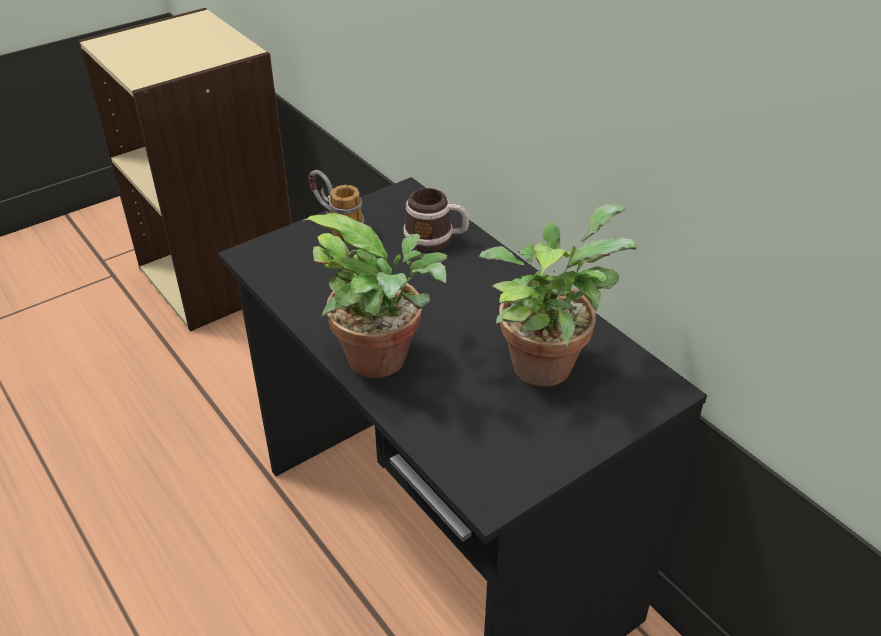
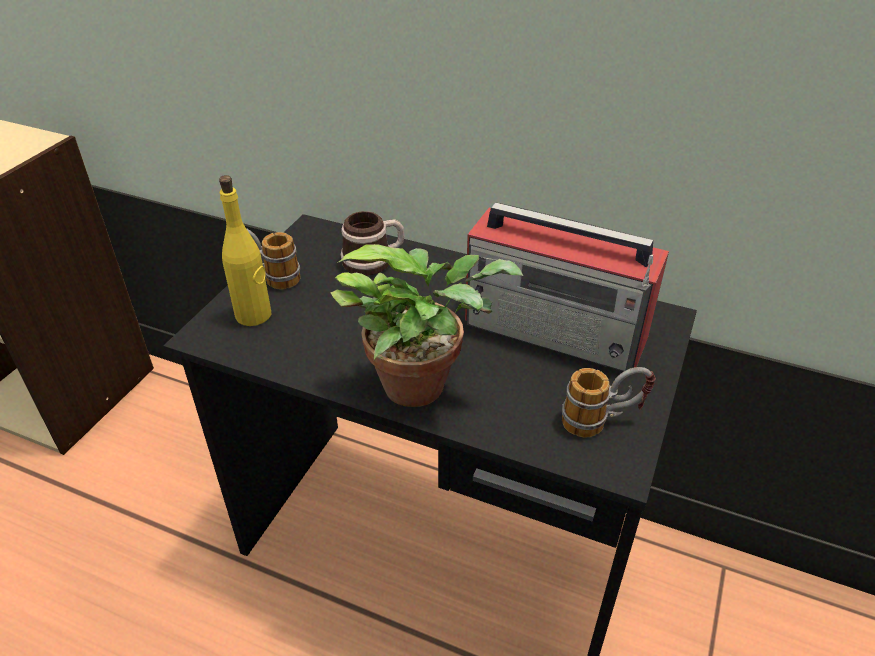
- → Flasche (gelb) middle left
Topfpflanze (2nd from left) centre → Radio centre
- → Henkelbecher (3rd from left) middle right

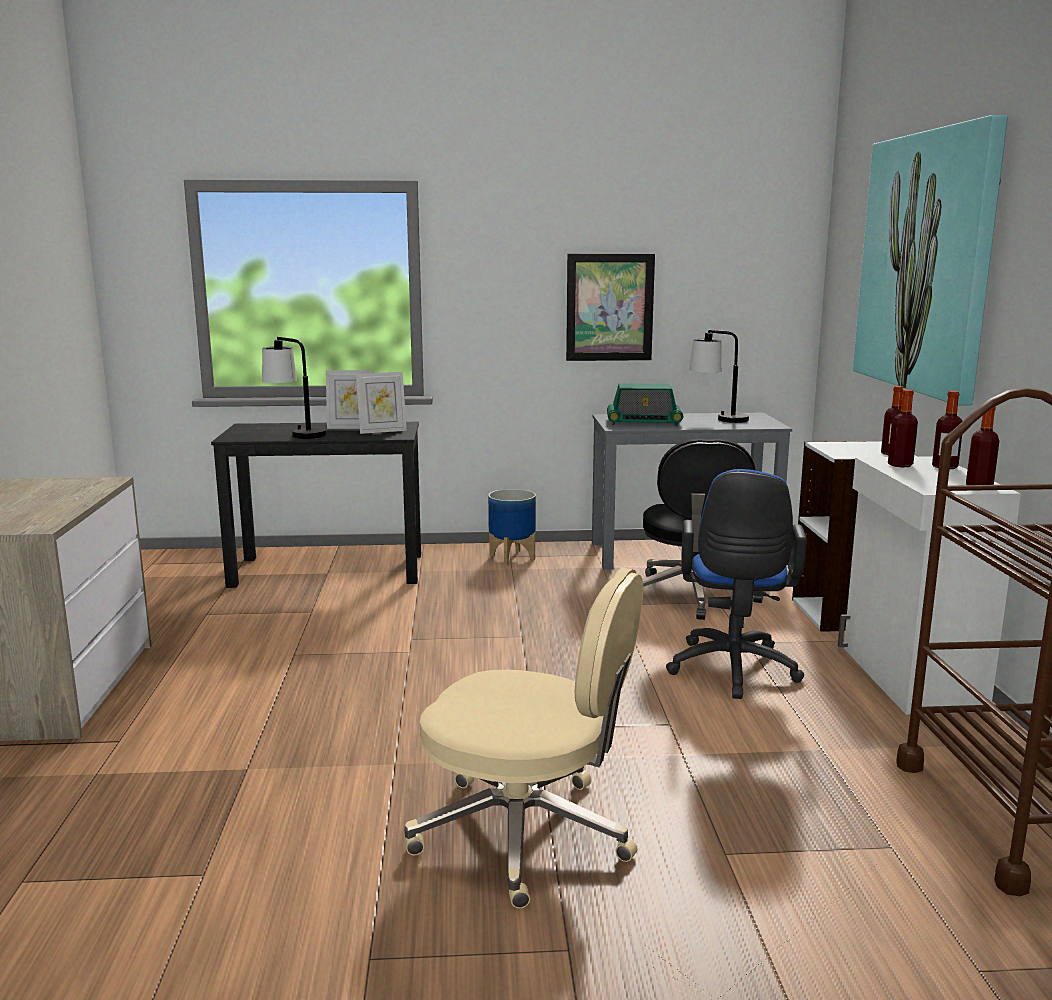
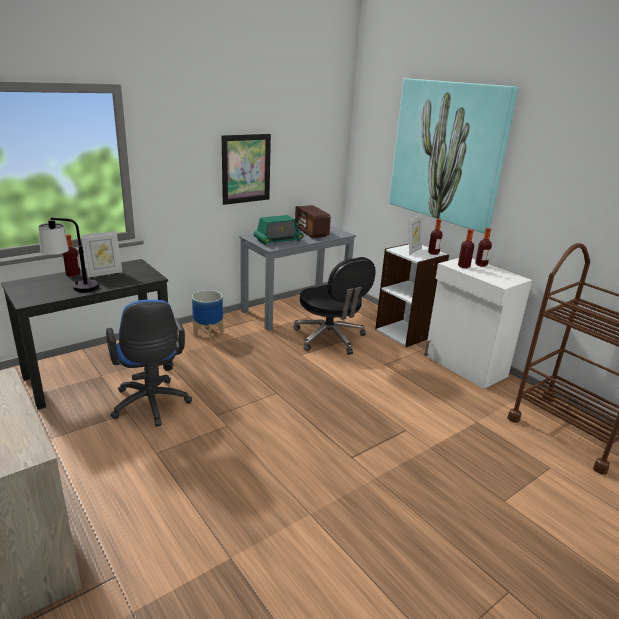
Flasche (4th from left in the first image) middle right → Flasche (1st from left) middle left, move
Bürostuhl (blau) middle right → Bürostuhl (blau) middle left, move
Tischlampe (2nd from left) middle right → Radio (2nd from left) centre
Bilderrahmen (2nd from left) centre → Bilderrahmen (2nd from left) middle right, move
Bürostuhl (beige) bottom centre → -

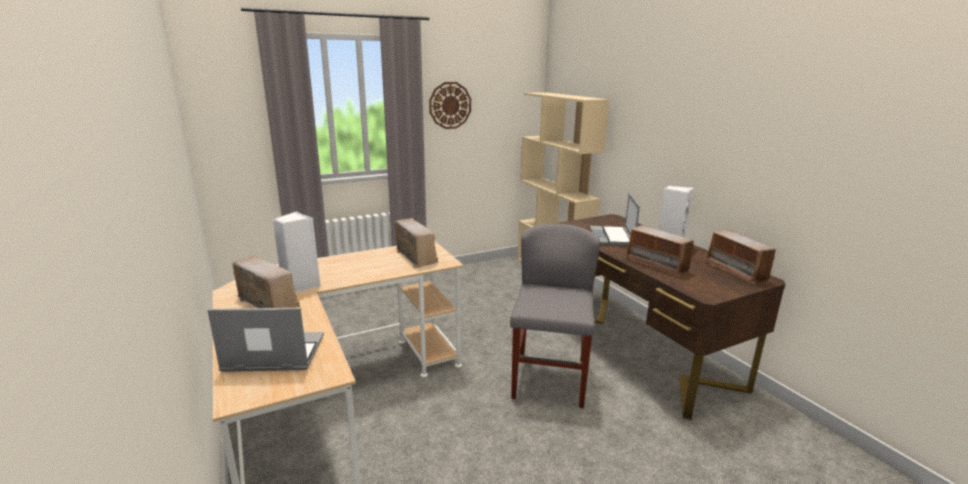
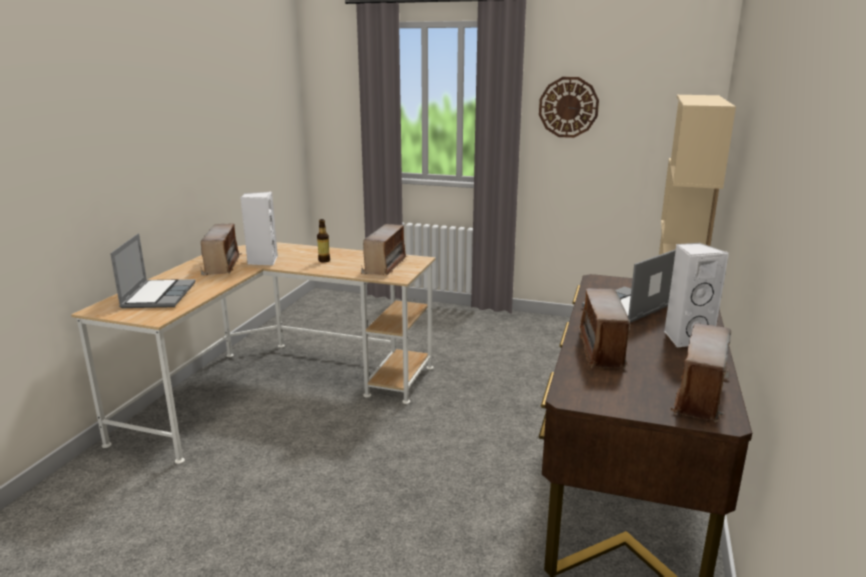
Laptop (1st from left) bottom left → Laptop (1st from left) middle left, 45 degrees clockwise
- → Flasche centre
Stuhl (grau) centre → -

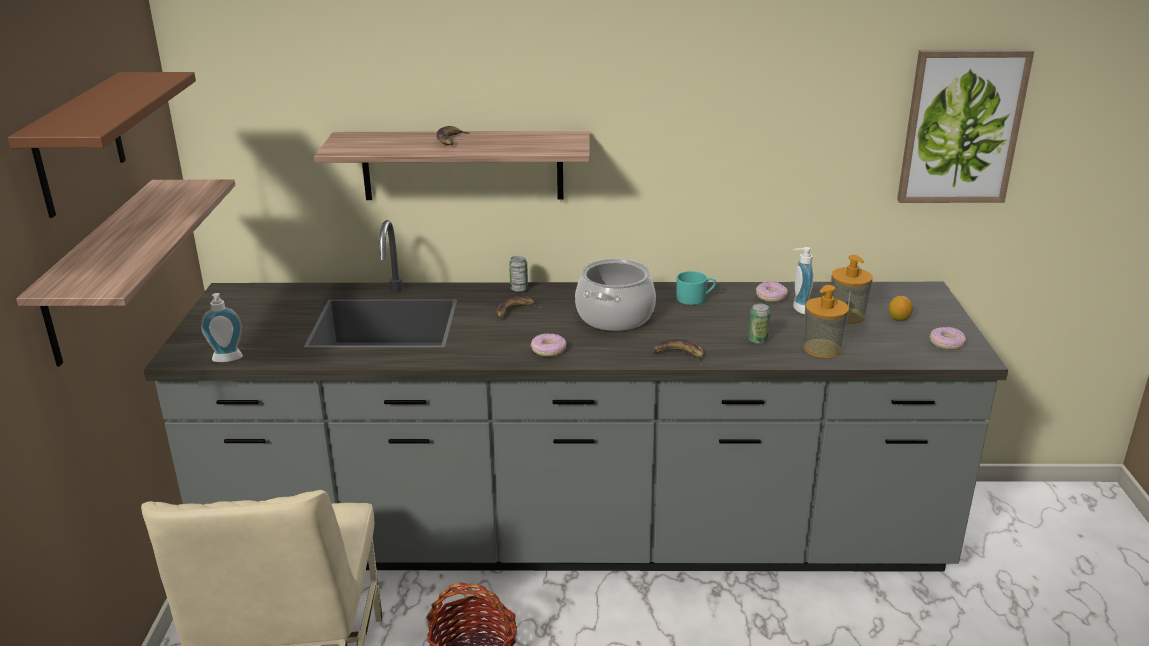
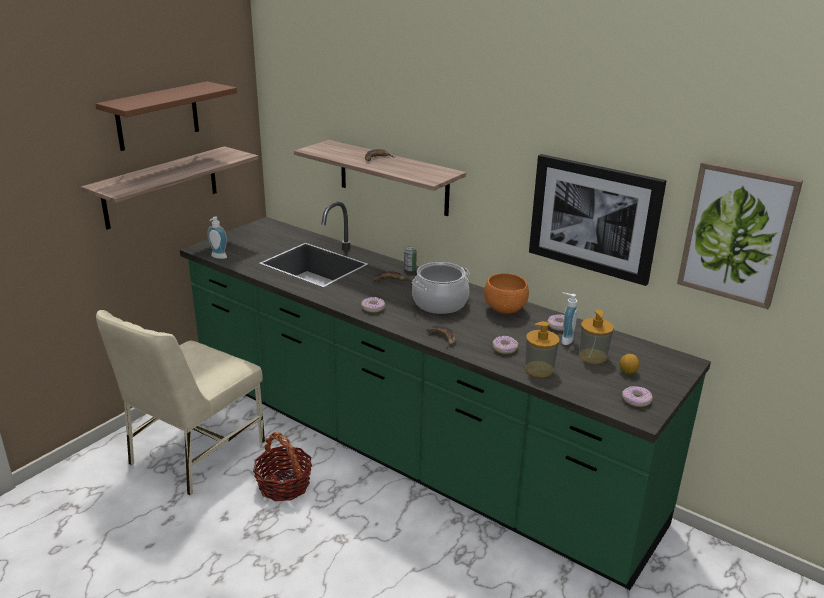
Küchenzeile (grau) centre → Küchenzeile (grün) centre
Henkelbecher (türkis) centre → Schüssel (orange) centre
Dose (2nd from left) centre → Donut (2nd from left) centre
- → Bild (1st from left) middle right

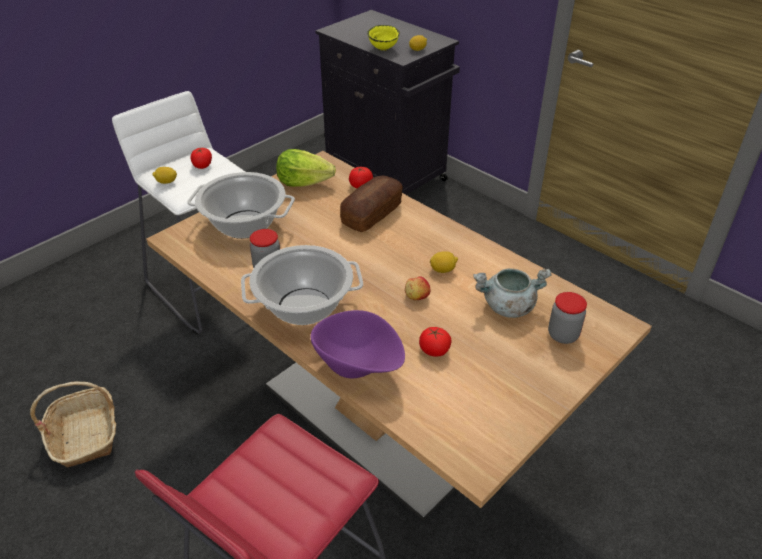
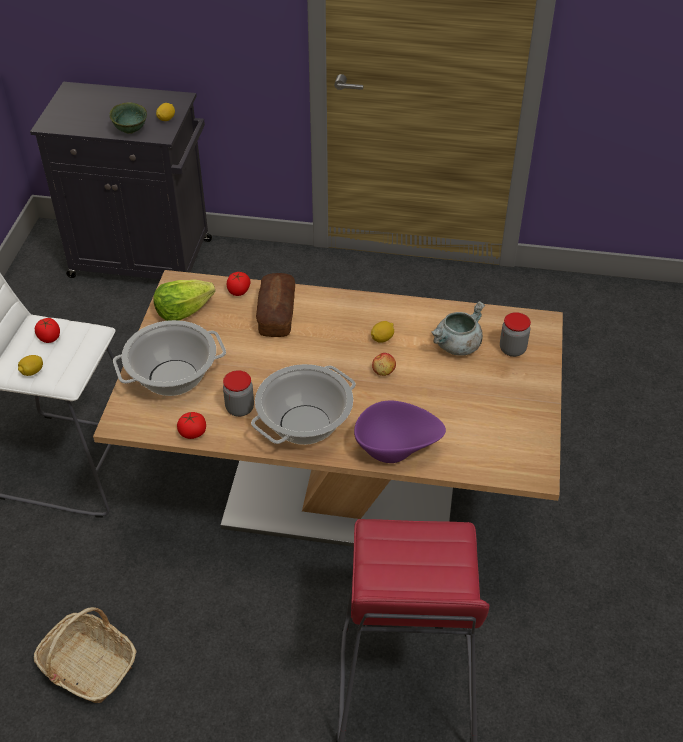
Schüssel (gelb) top centre → Schüssel (grün) top left
Tomate (3rd from left in the first image) centre → Tomate (2nd from left) middle left, move

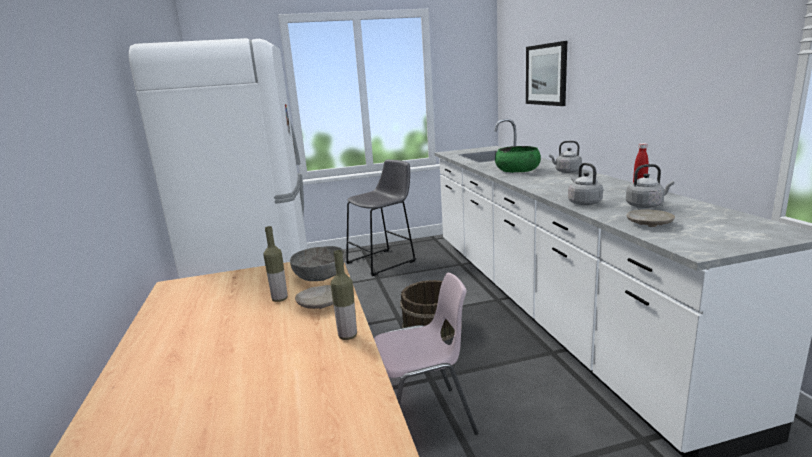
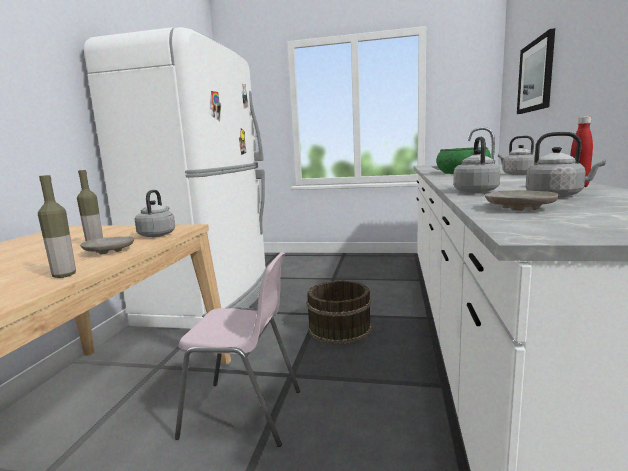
Schüssel (grau) centre → Wasserkessel (grau) (1st from left) middle left
Hocker (grau) centre → -

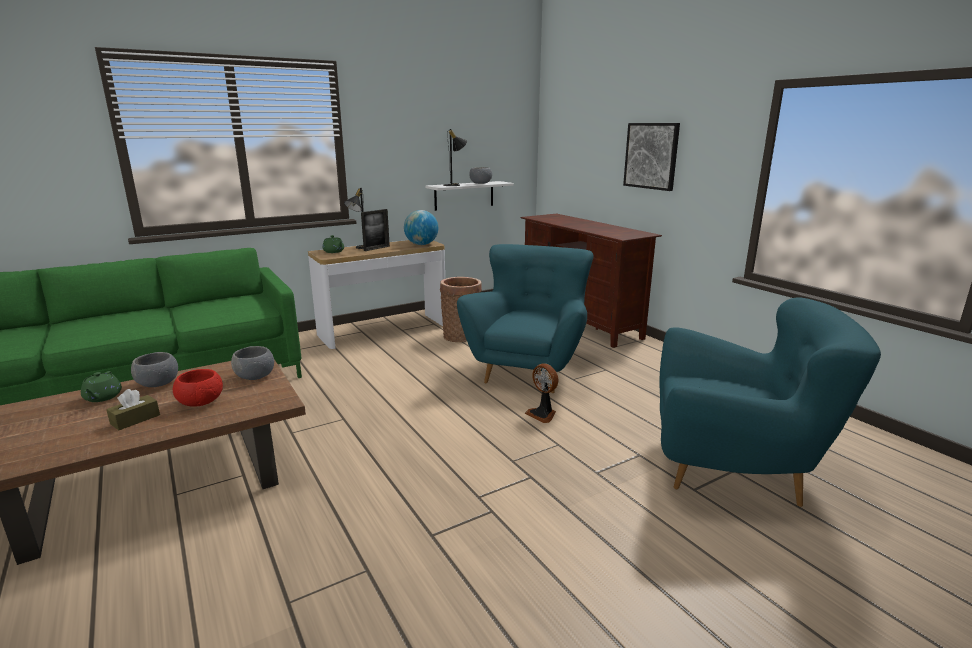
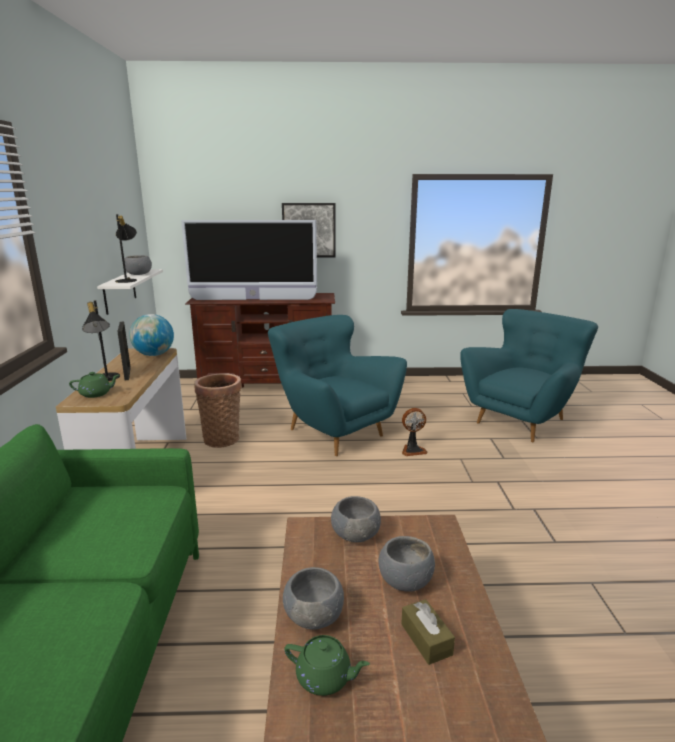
- → Fernseher centre
Schüssel (rot) middle left → Schüssel (grau) (4th from left) bottom centre

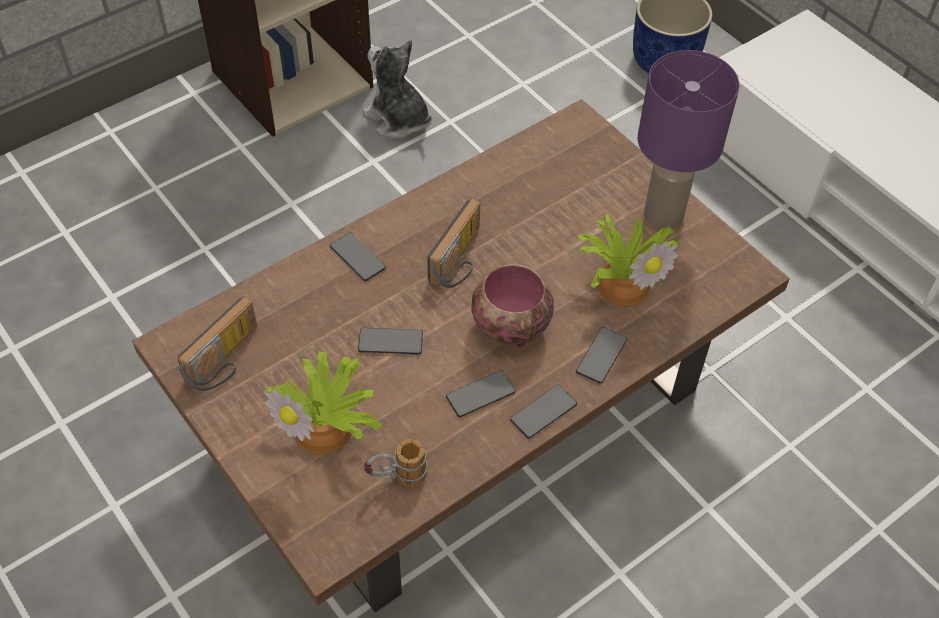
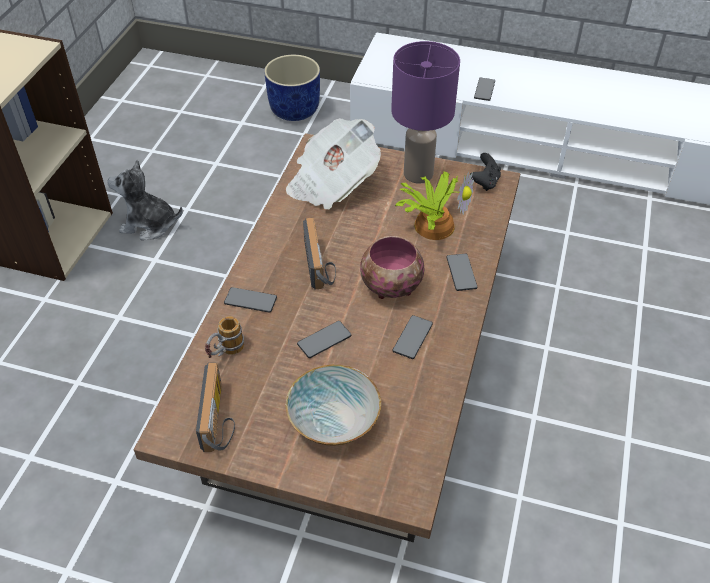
Henkelbecher bottom centre → Henkelbecher middle left, move
Topfpflanze (1st from left) centre → Schüssel (1st from left) bottom centre
- → Zeitung top centre
- → Gamepad (schwarz) top right
Handy (4th from left in the first image) bottom centre → Handy (5th from left) top right, move

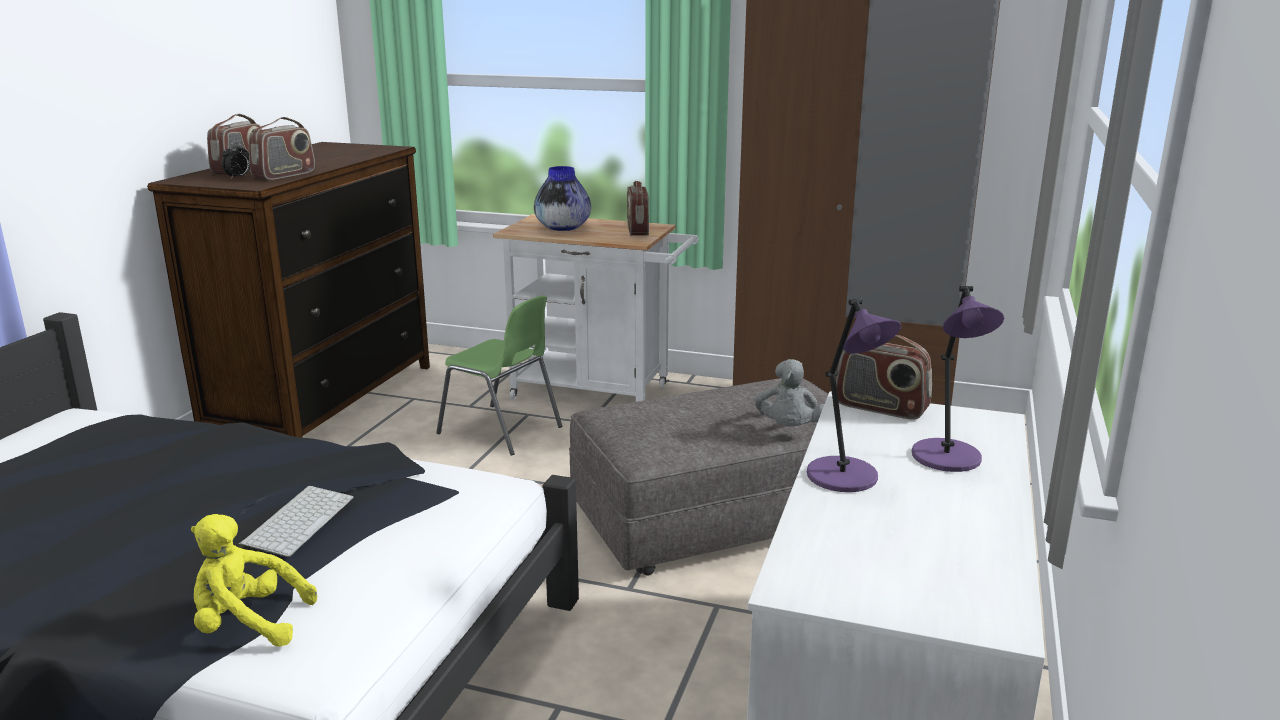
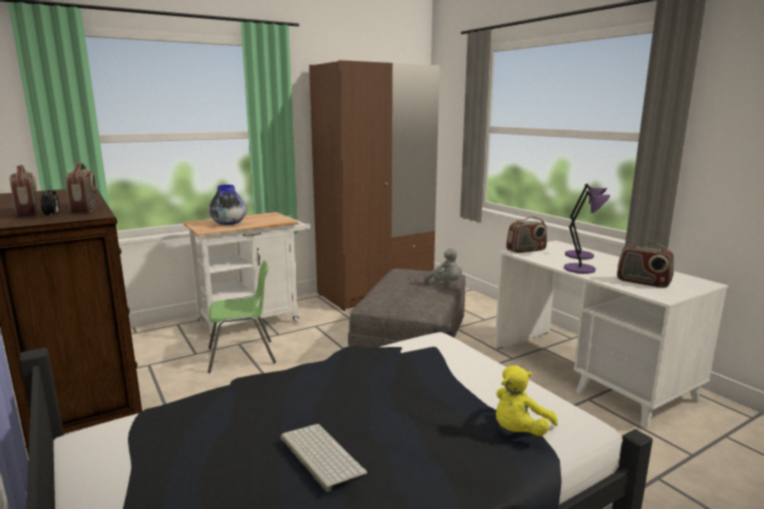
Tastatur bottom left → Tastatur bottom centre, move
Radio (3rd from left in the first image) top centre → Radio (4th from left) middle right, move

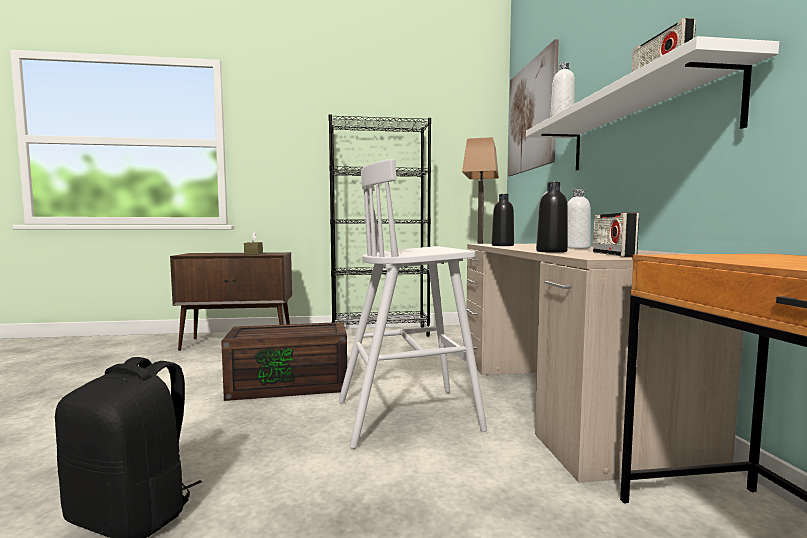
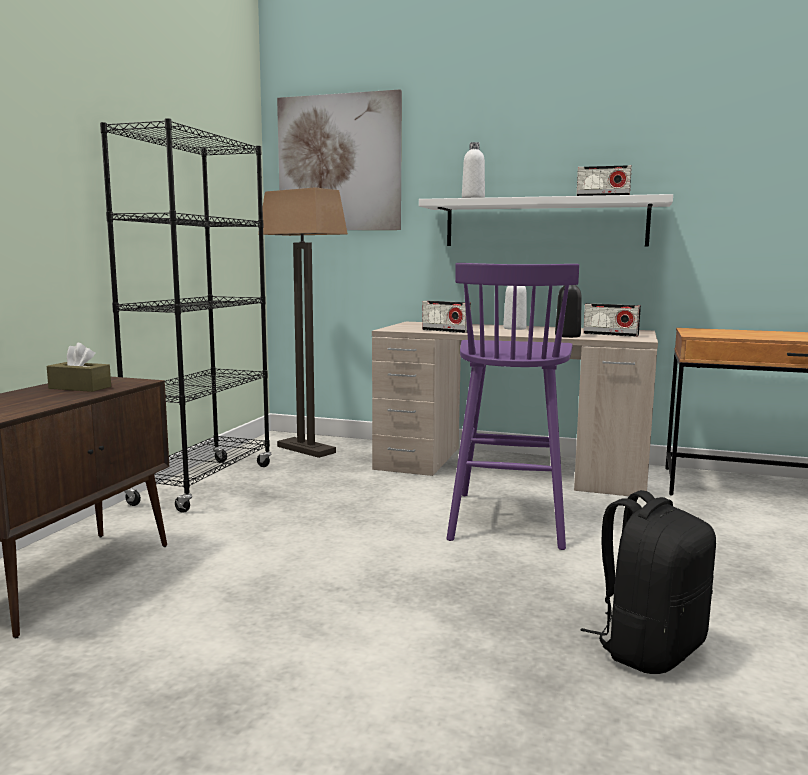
Flasche (schwarz) (1st from left) centre → Radio (1st from left) centre
Hocker (weiß) centre → Hocker (lila) centre
Aufbewahrungsbox (braun) bottom centre → -

